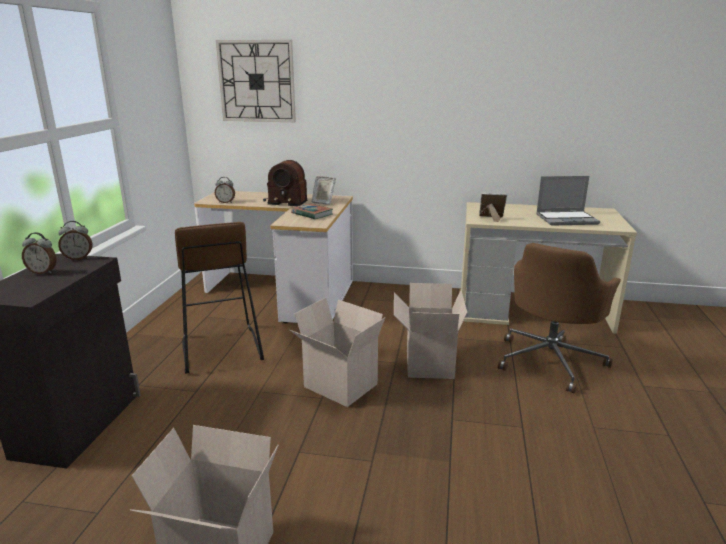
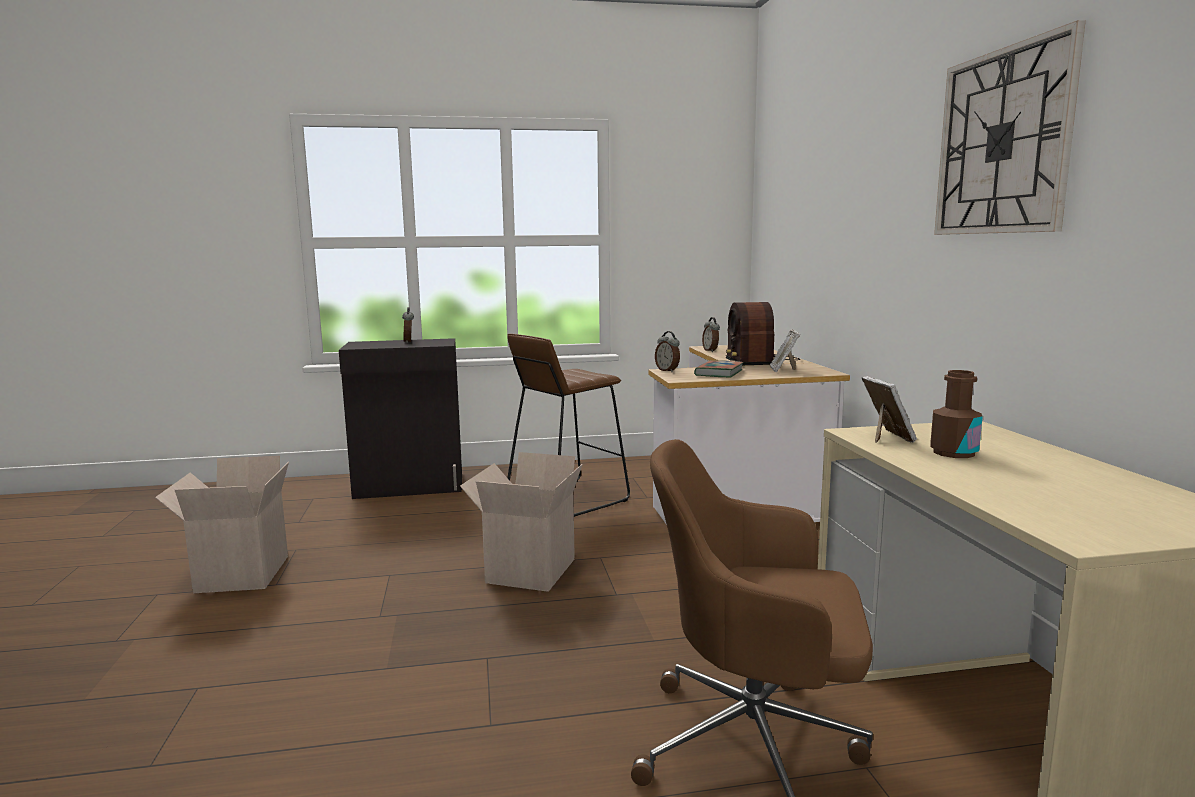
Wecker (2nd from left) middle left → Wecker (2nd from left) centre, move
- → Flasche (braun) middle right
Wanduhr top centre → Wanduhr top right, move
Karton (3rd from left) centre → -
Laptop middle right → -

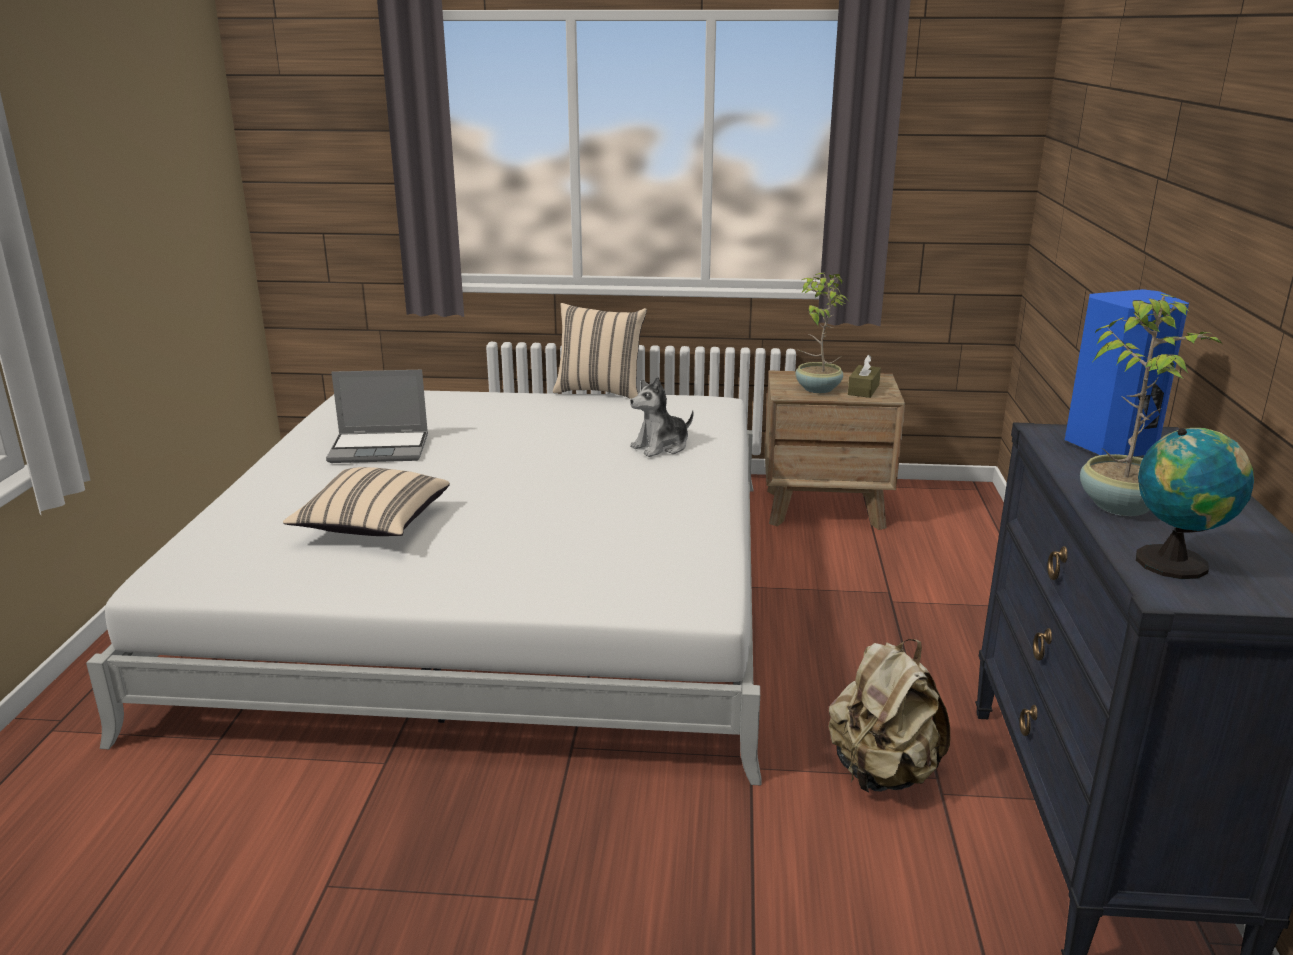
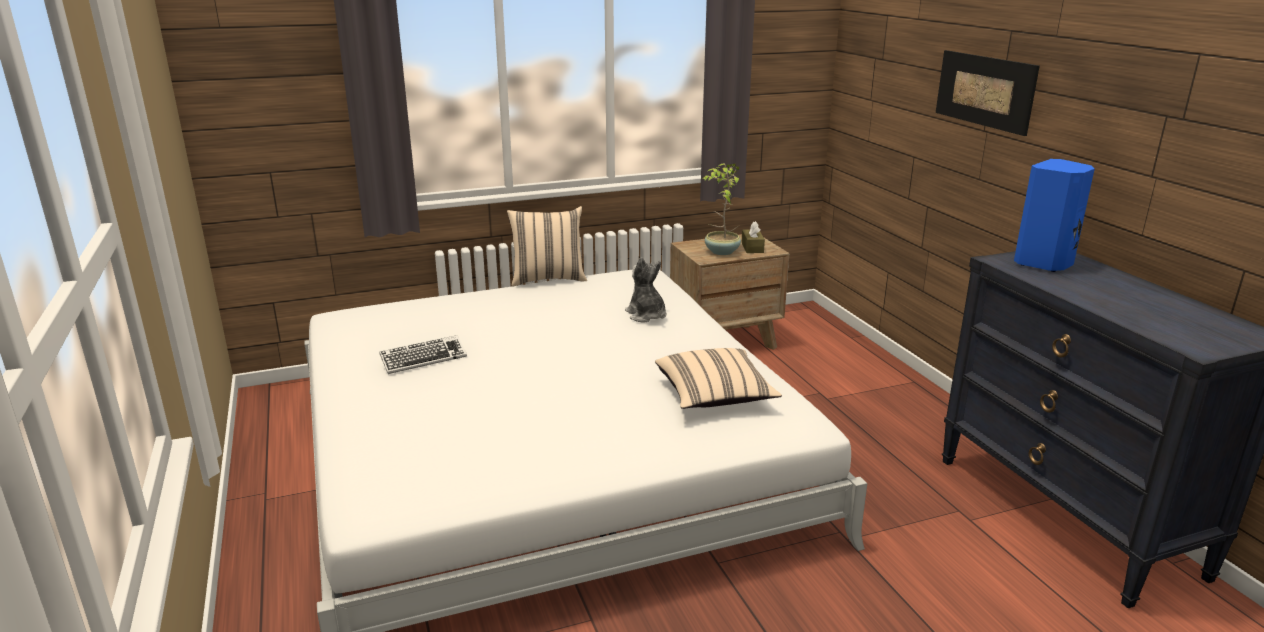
Laptop middle left → Tastatur centre
Plüschtier centre, 120 degrees clockwise
Kissen (beige) (1st from left in the first image) middle left → Kissen (beige) (2nd from left) centre, move
- → Bild top right
Rucksack (beige) bottom right → -
Topfpflanze (2nd from left) middle right → -
Globus middle right → -

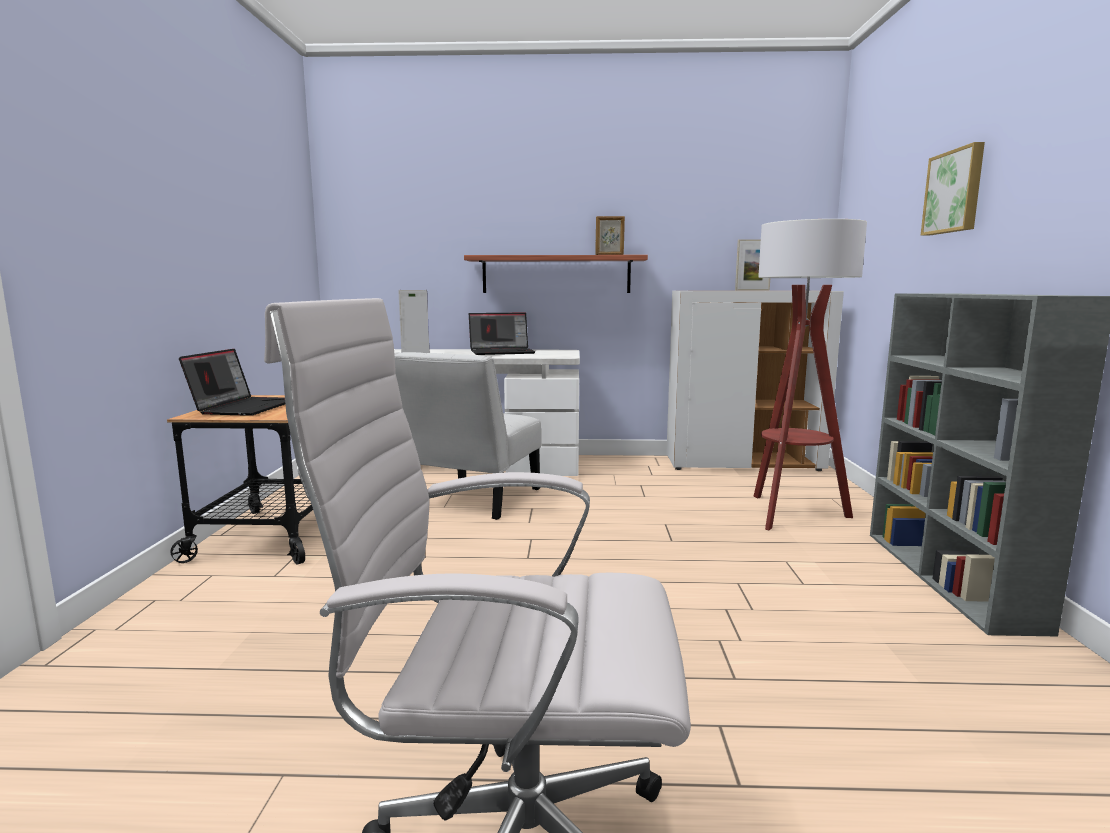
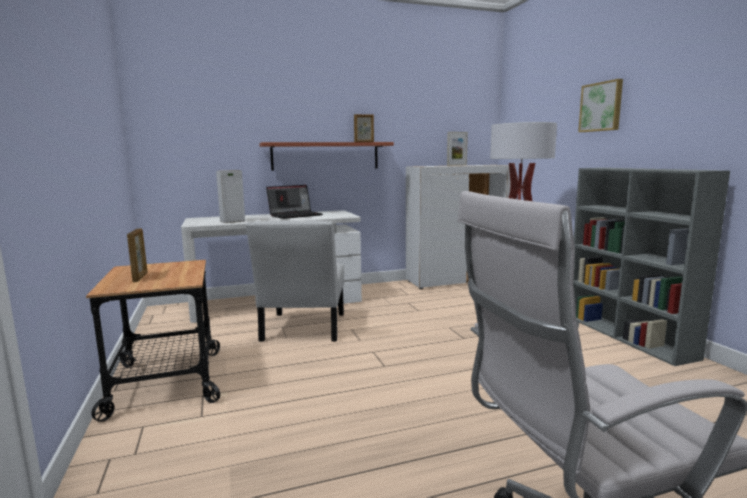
Laptop (1st from left) middle left → Bilderrahmen (1st from left) middle left

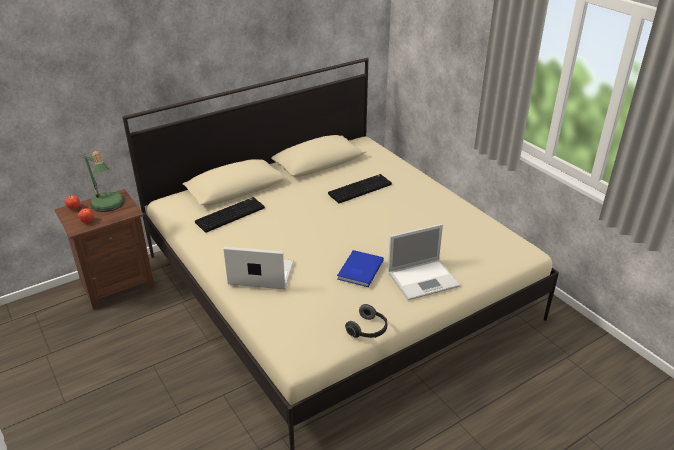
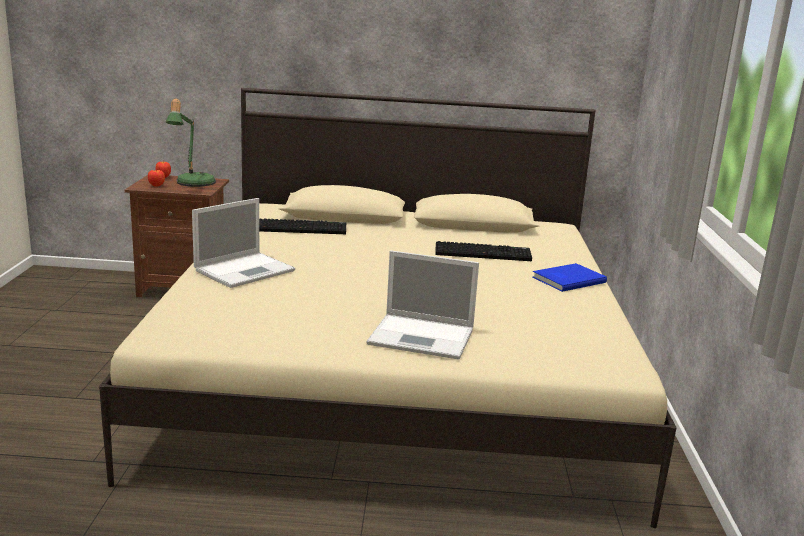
Laptop (1st from left) centre → Laptop (1st from left) middle left, 90 degrees clockwise
Buch (blau) centre → Buch (blau) middle right, move
Kopfhörer bottom centre → -

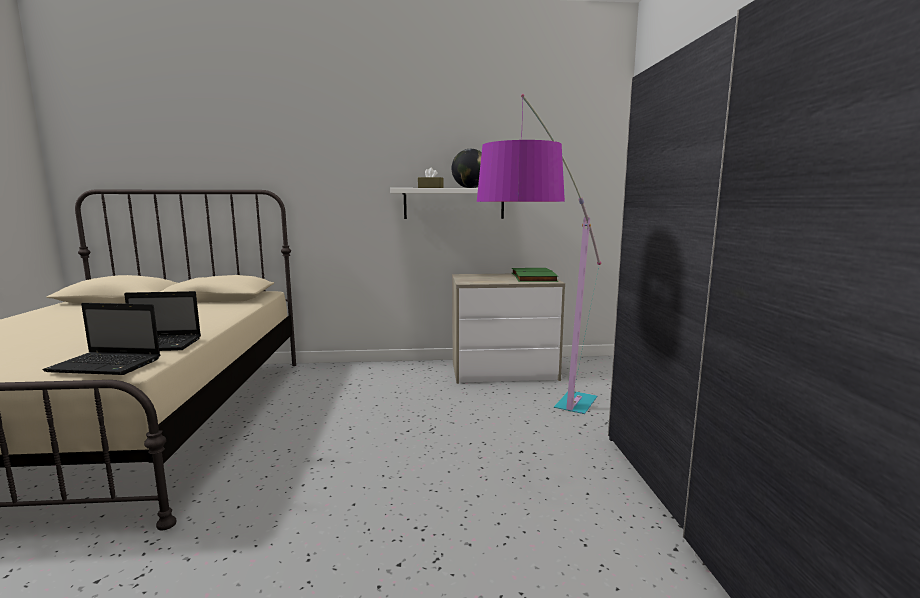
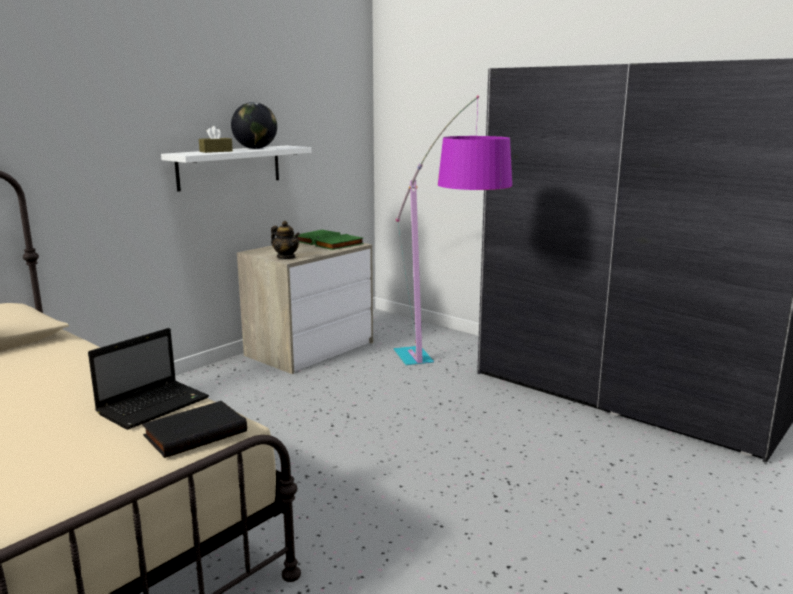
Laptop (1st from left) middle left → Buch (schwarz) bottom left
- → Teekanne centre

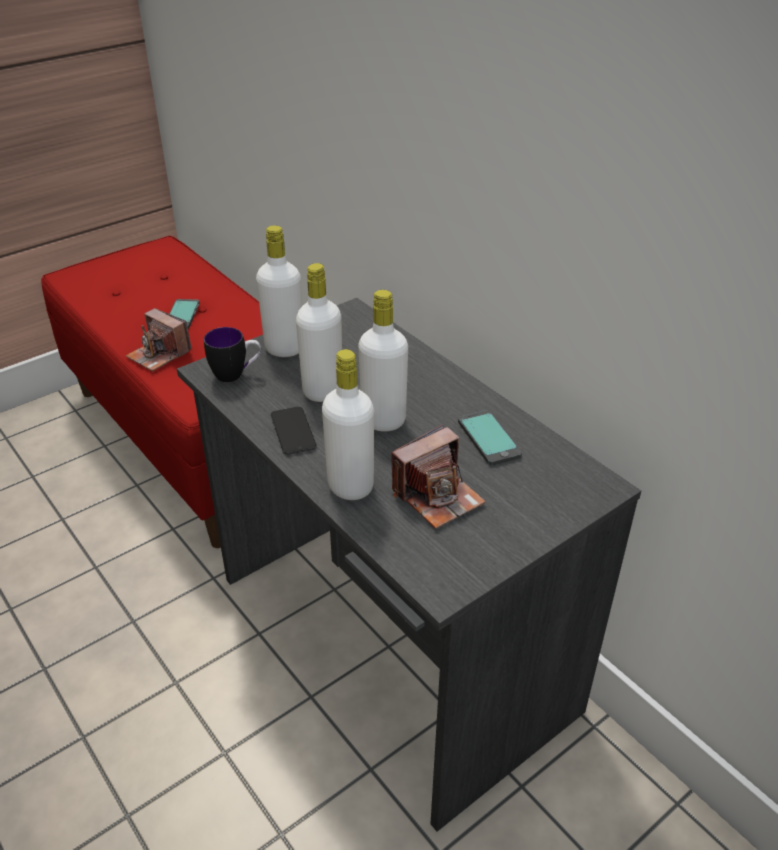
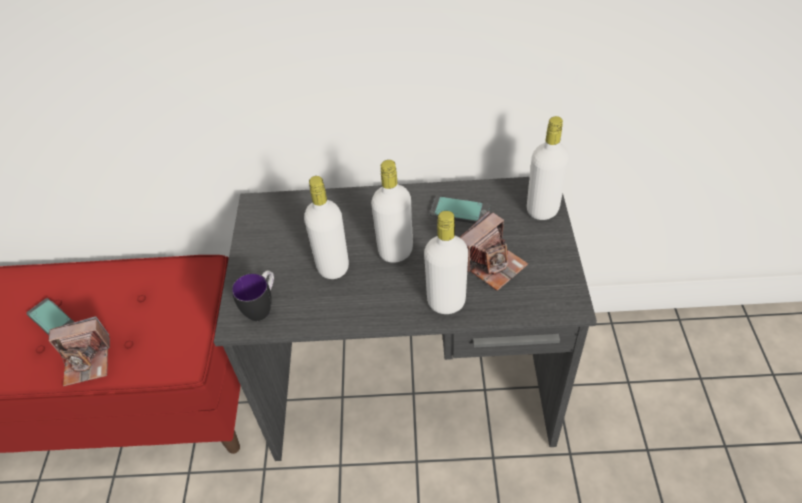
Kamera (2nd from left) centre, 45 degrees clockwise
Flasche (weiß) (1st from left in the first image) centre → Flasche (weiß) (4th from left) middle right, move
Handy (2nd from left) centre → -

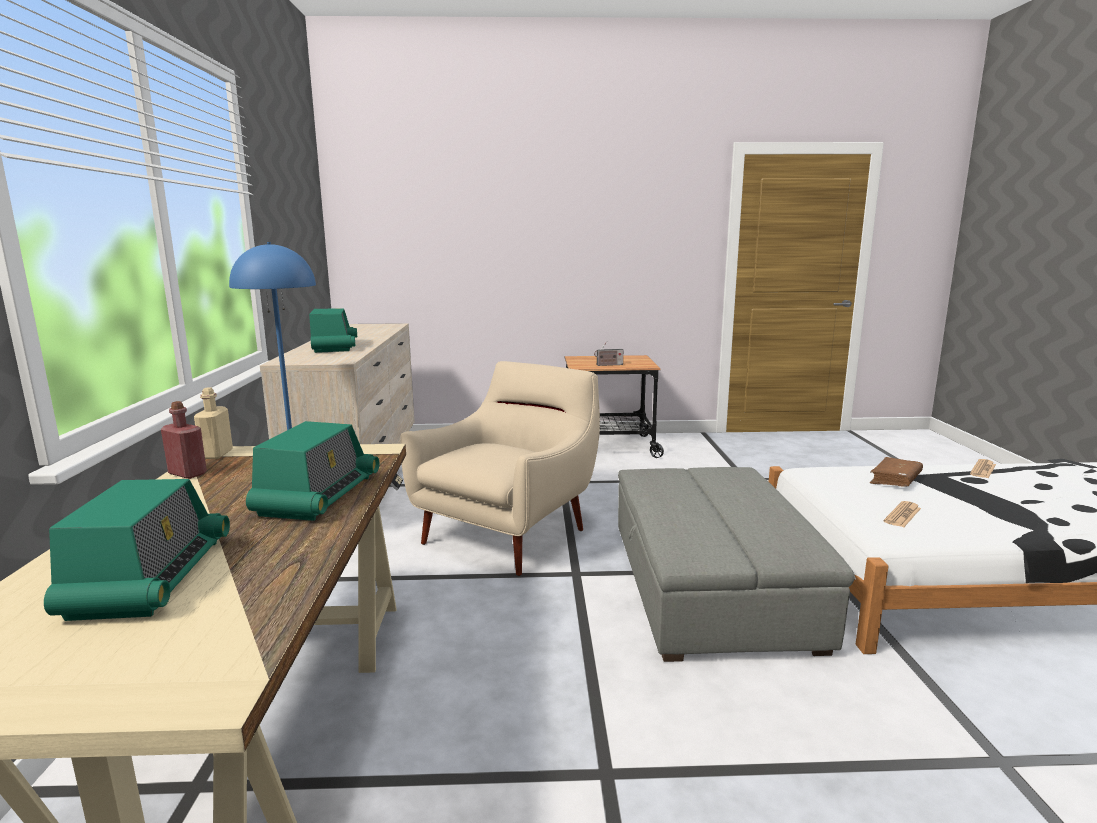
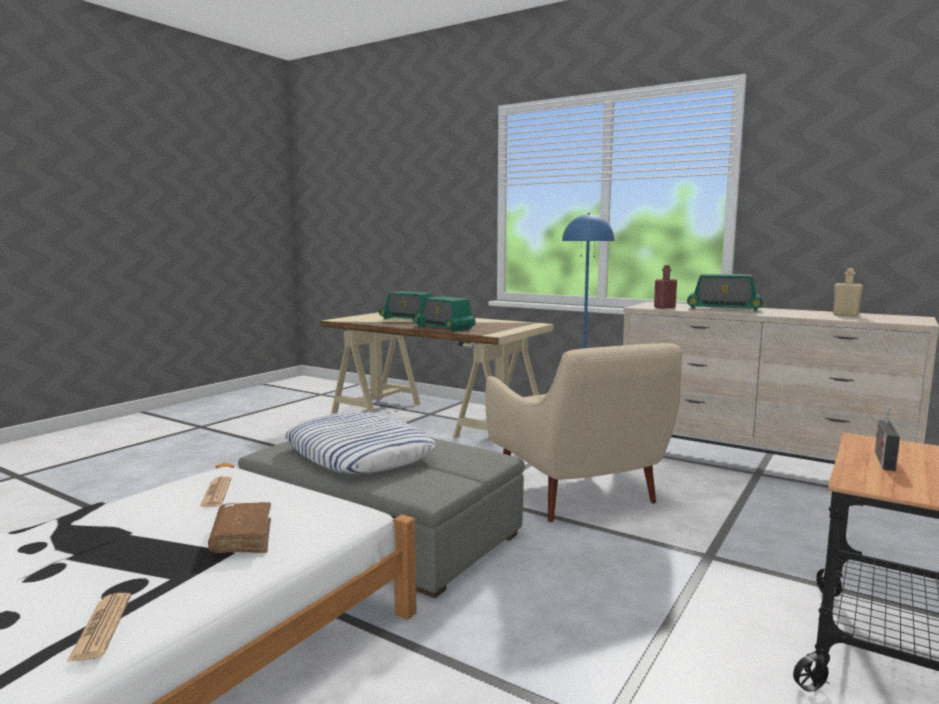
- → Kissen centre
Flasche (rot) middle left → Flasche (rot) middle right, move
Flasche (beige) middle left → Flasche (beige) middle right, move

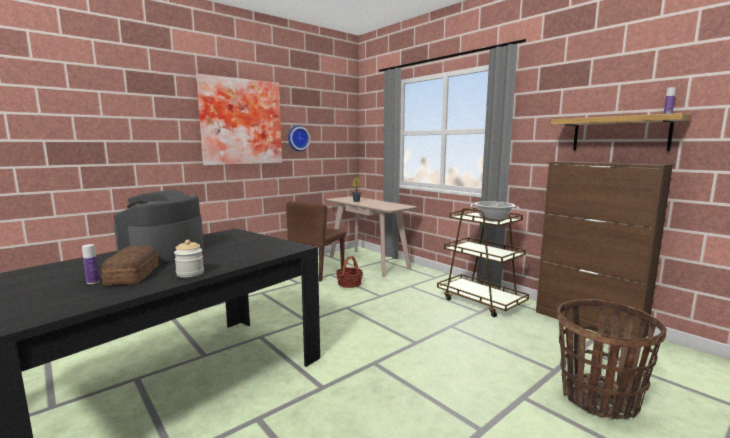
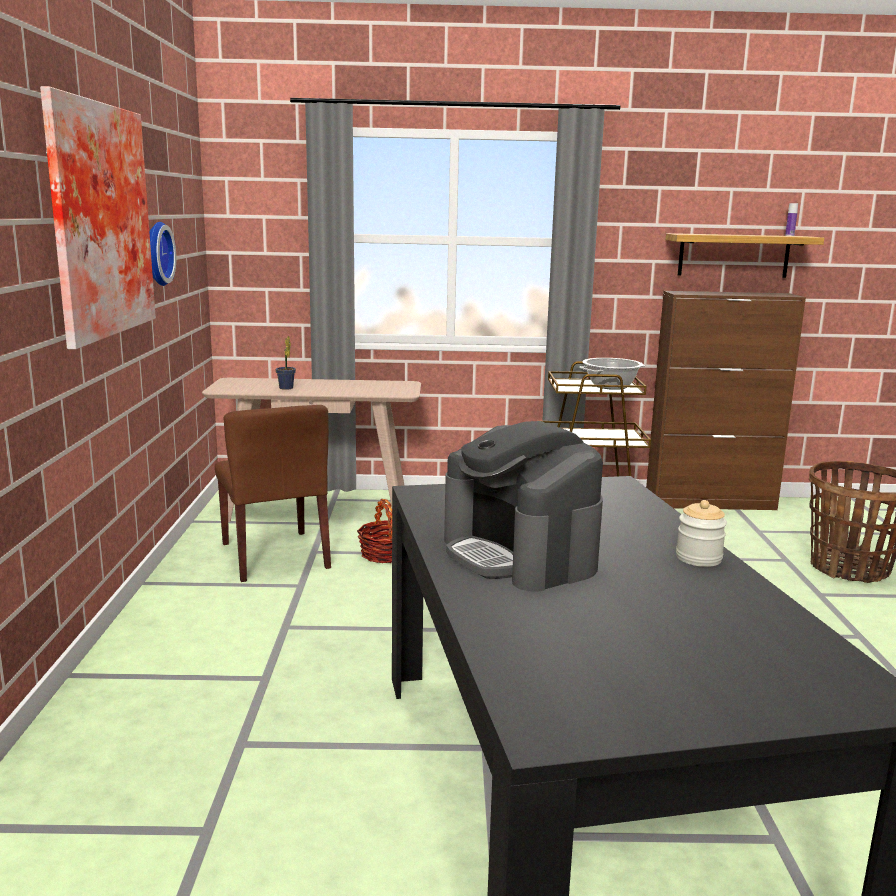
Flasche (1st from left) middle left → -
Brot middle left → -

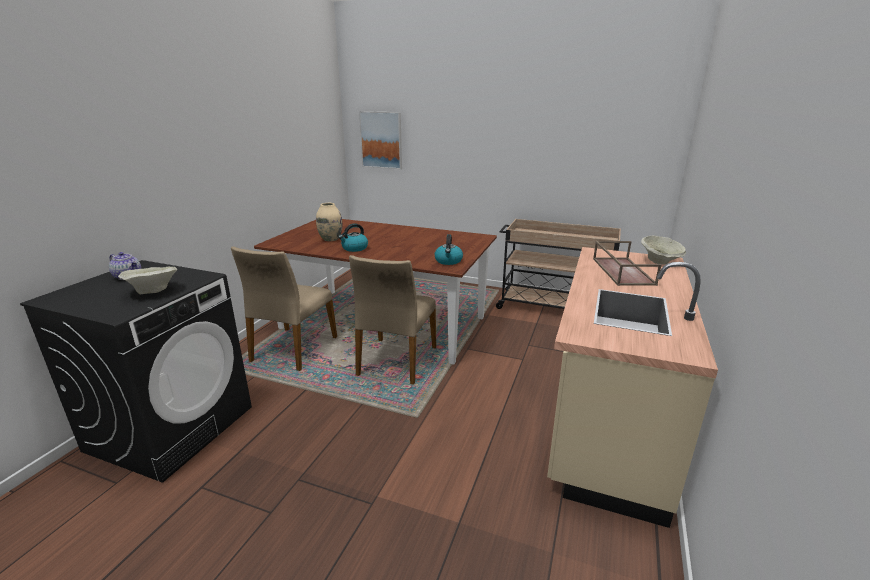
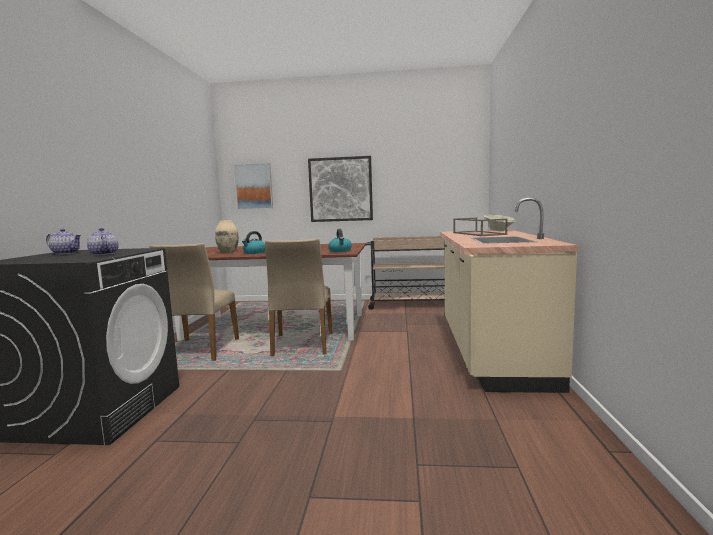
Schüssel (beige) (1st from left) middle left → Teekanne (2nd from left) middle left
- → Bild (2nd from left) centre

